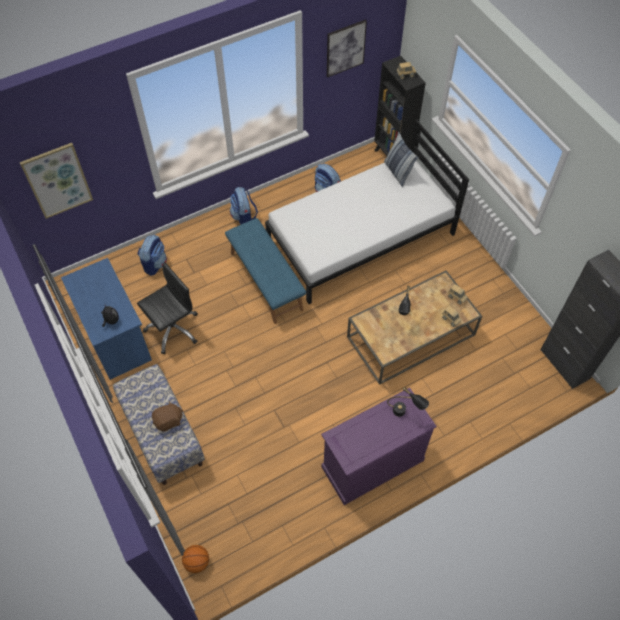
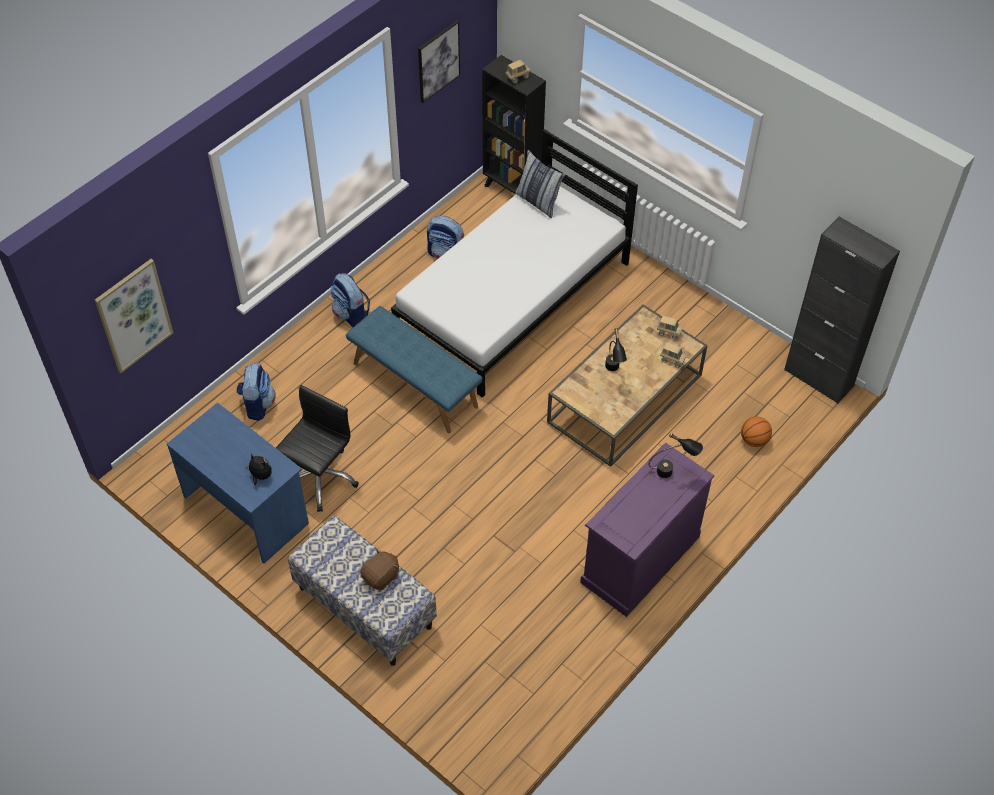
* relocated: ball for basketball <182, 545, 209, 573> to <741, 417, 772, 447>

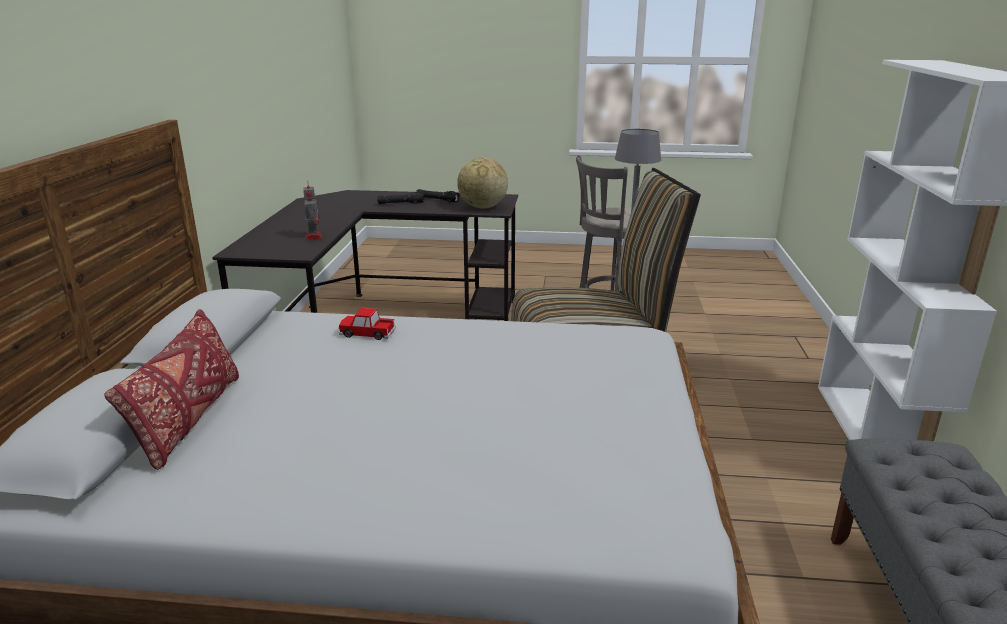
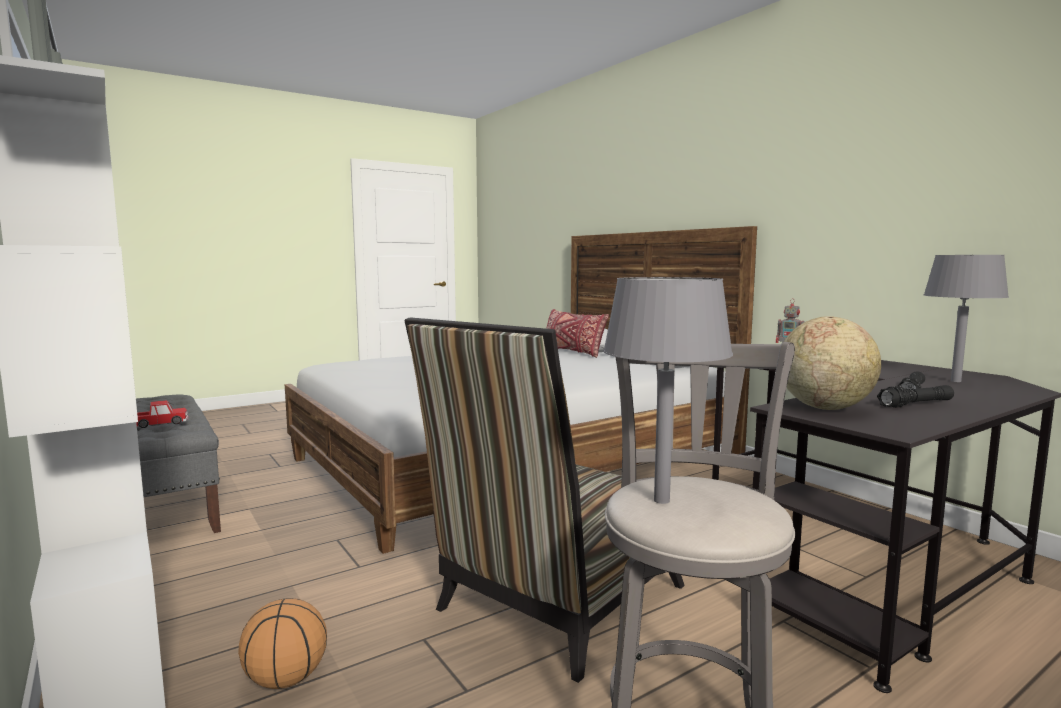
* appeared: ball for basketball <238, 598, 327, 689>
* appeared: gray table lamp <924, 255, 1009, 382>
* relocated: toy car <339, 308, 396, 340> to <136, 400, 188, 428>

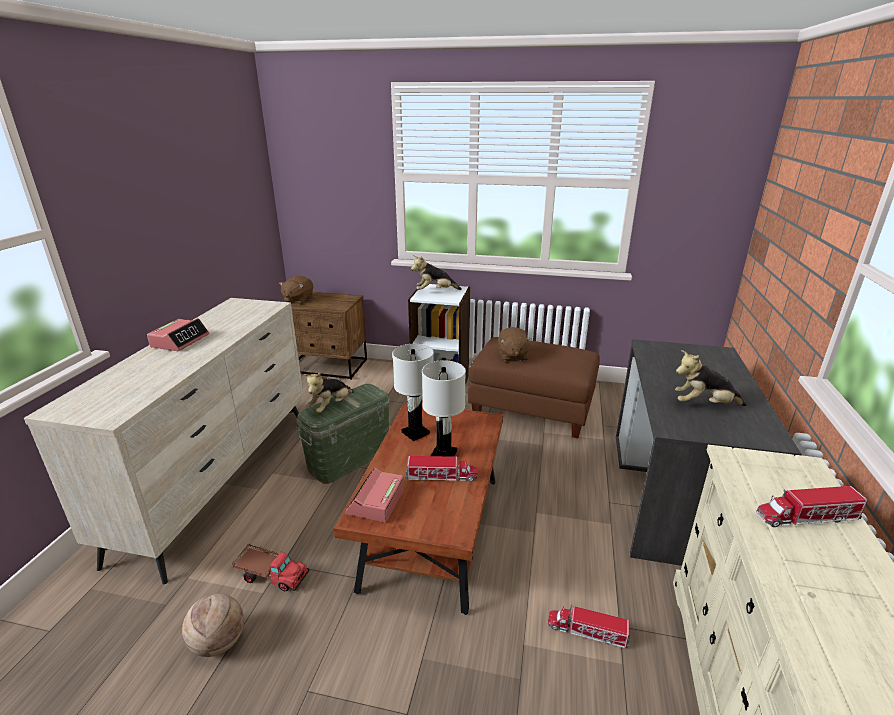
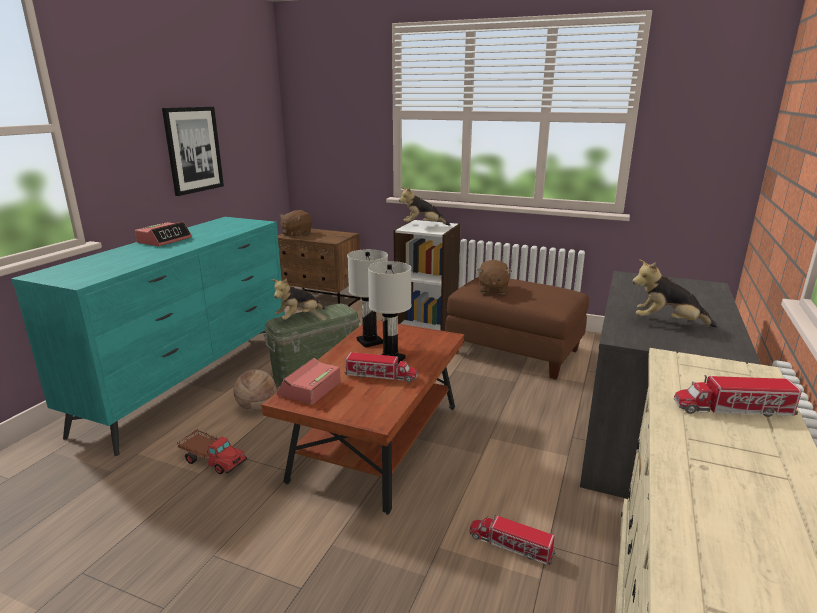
* appeared: picture <162, 107, 224, 196>
* relocated: ball for basketball <182, 594, 244, 657> to <233, 369, 276, 411>
* colour: beige-coloured dresser <24, 298, 304, 584> to turquoise-coloured dresser <11, 217, 285, 456>

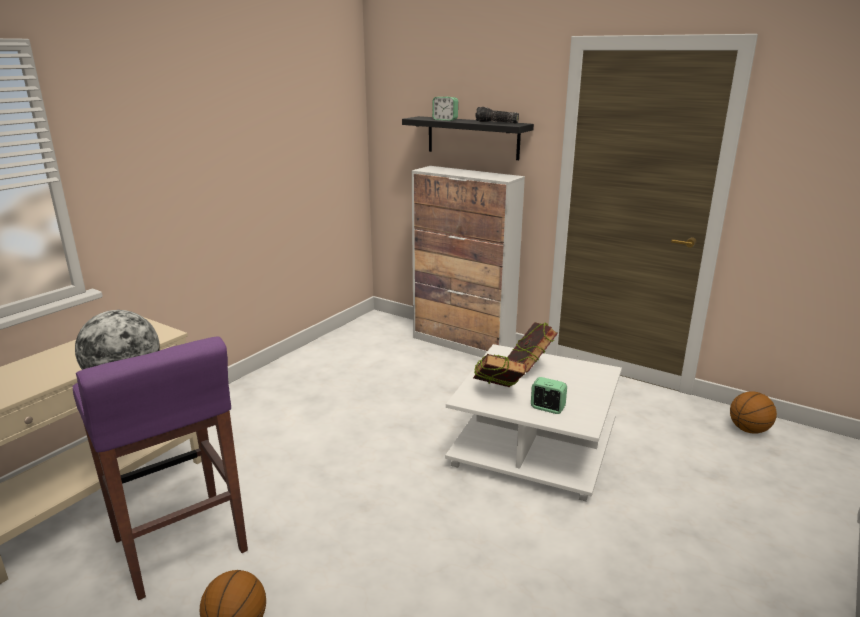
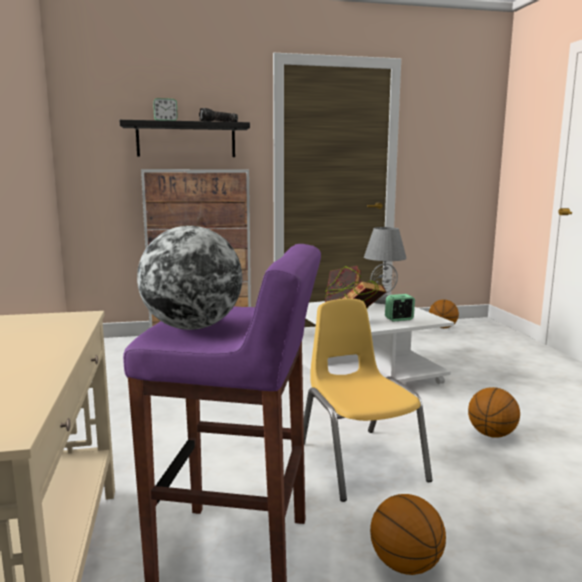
* appeared: yellowish chair <303, 299, 433, 502>
* appeared: gray table lamp <364, 227, 407, 304>
* appeared: ball for basketball <468, 387, 520, 438>

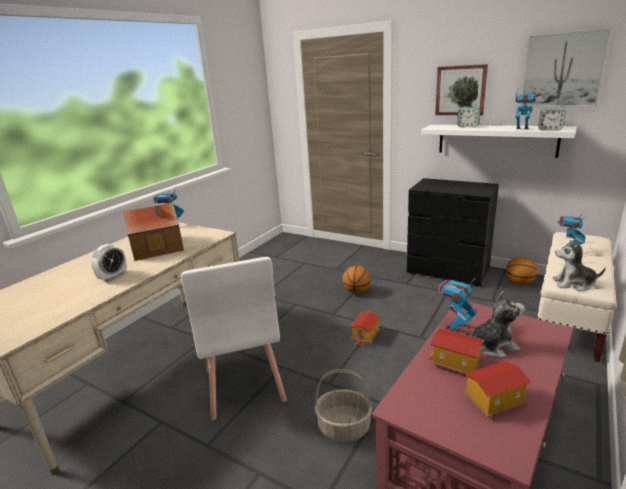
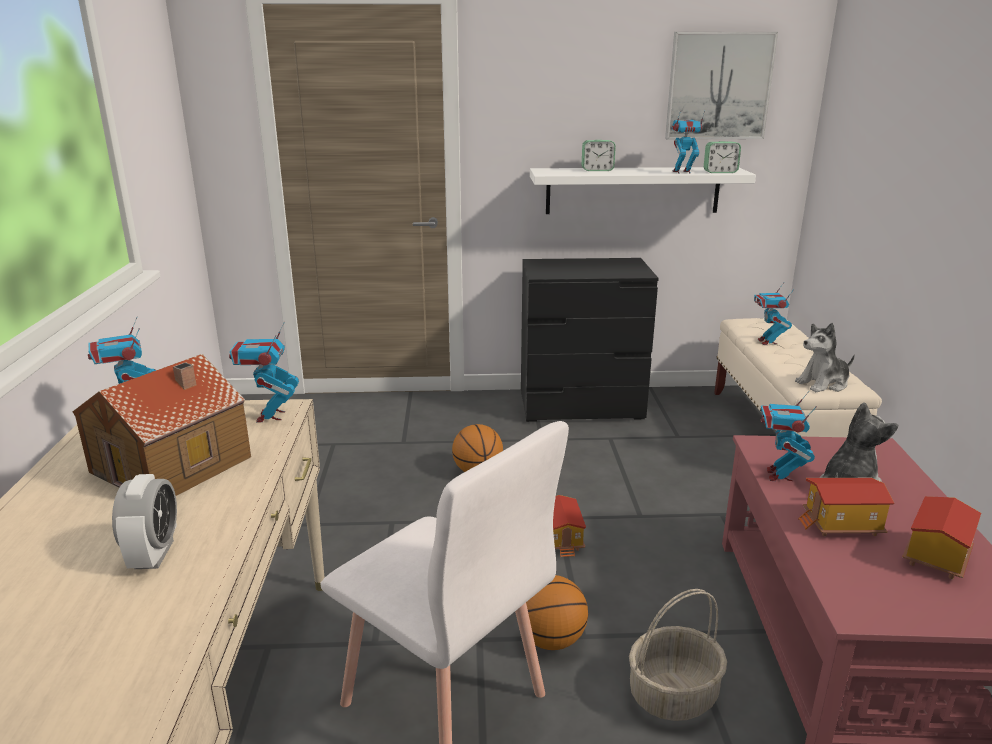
* missing: picture <435, 64, 488, 115>
* appeared: model robot <229, 322, 299, 422>
* relocated: ball for basketball <506, 257, 537, 285> to <517, 575, 588, 650>

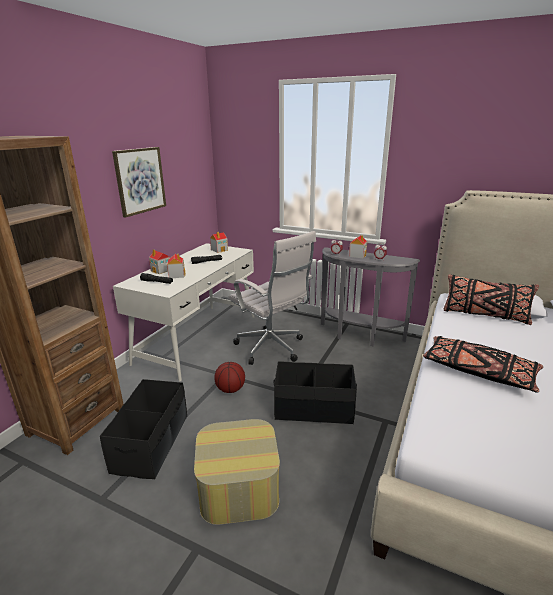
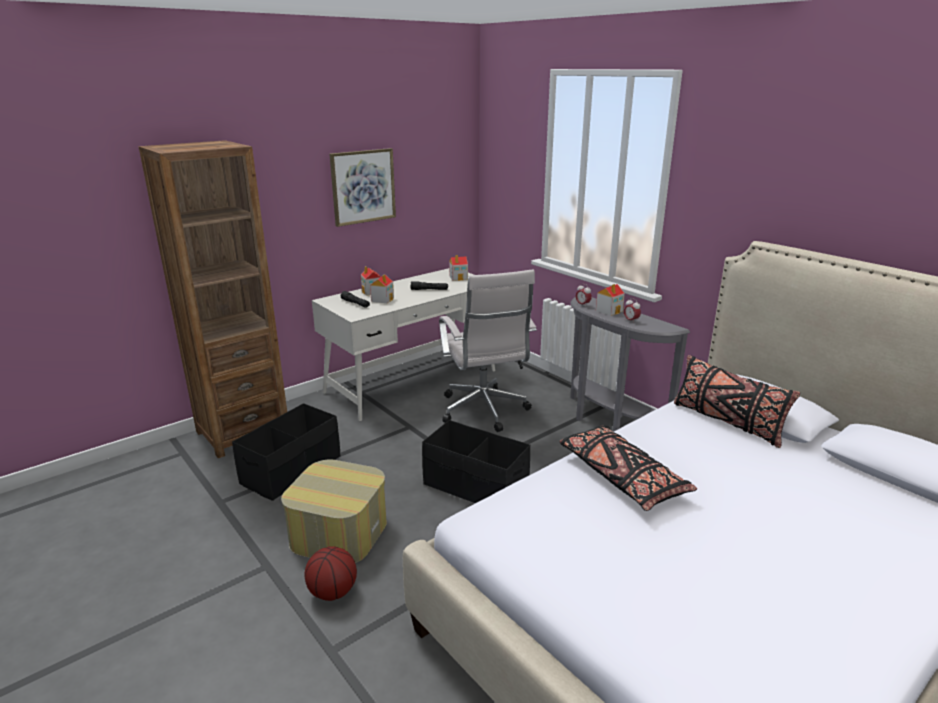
* relocated: ball for basketball <214, 362, 245, 393> to <304, 546, 357, 601>

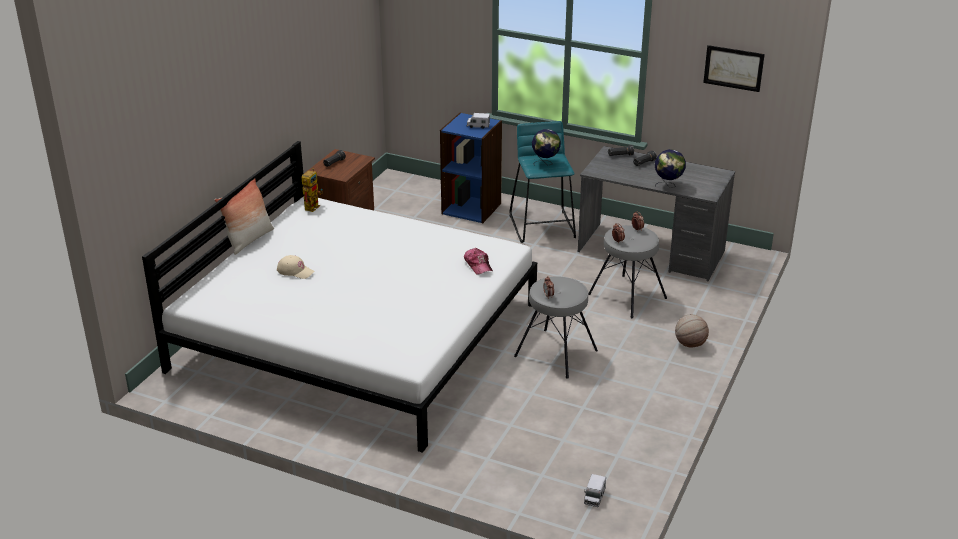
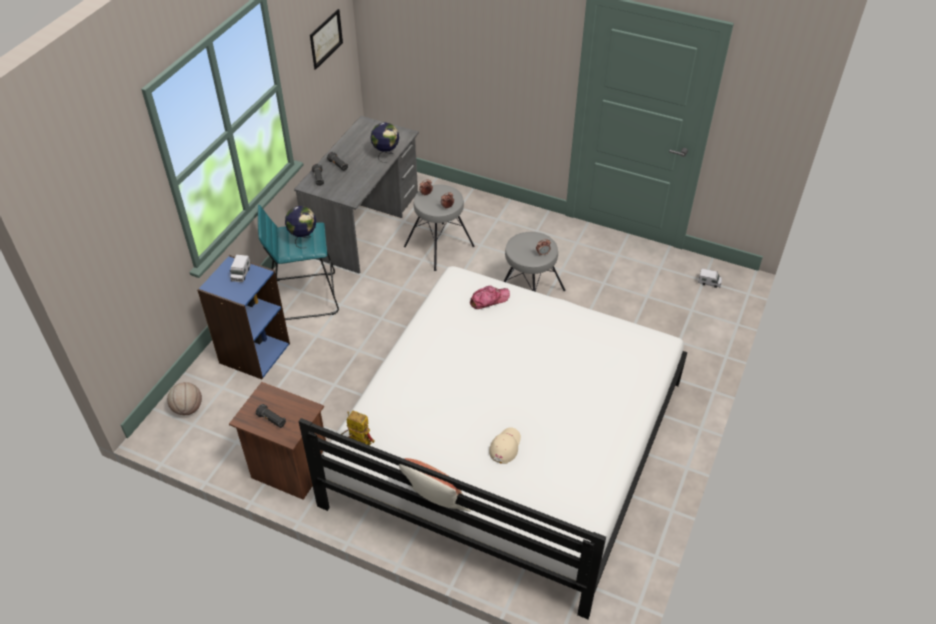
* relocated: ball for basketball <675, 314, 709, 348> to <167, 382, 202, 415>

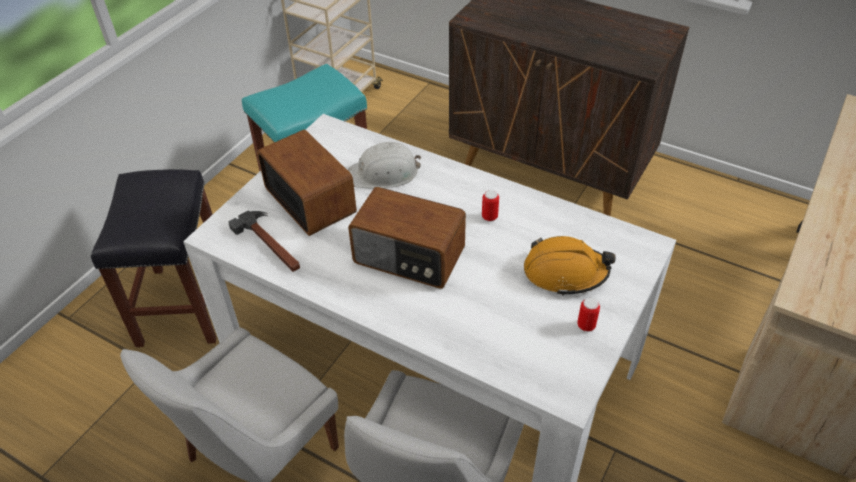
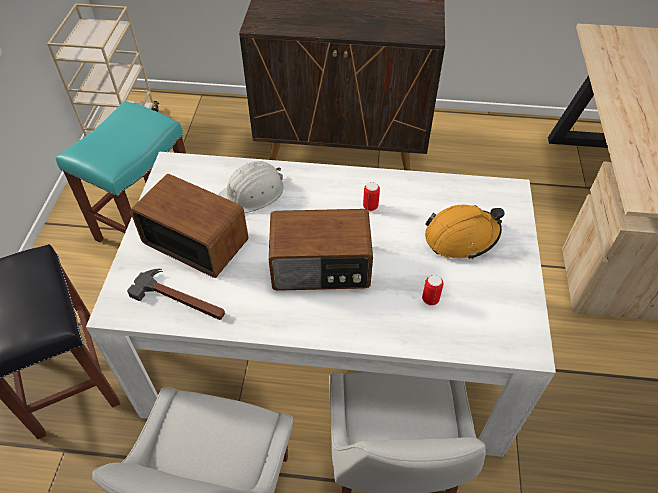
* relocated: can <577, 298, 600, 332> to <422, 275, 443, 305>

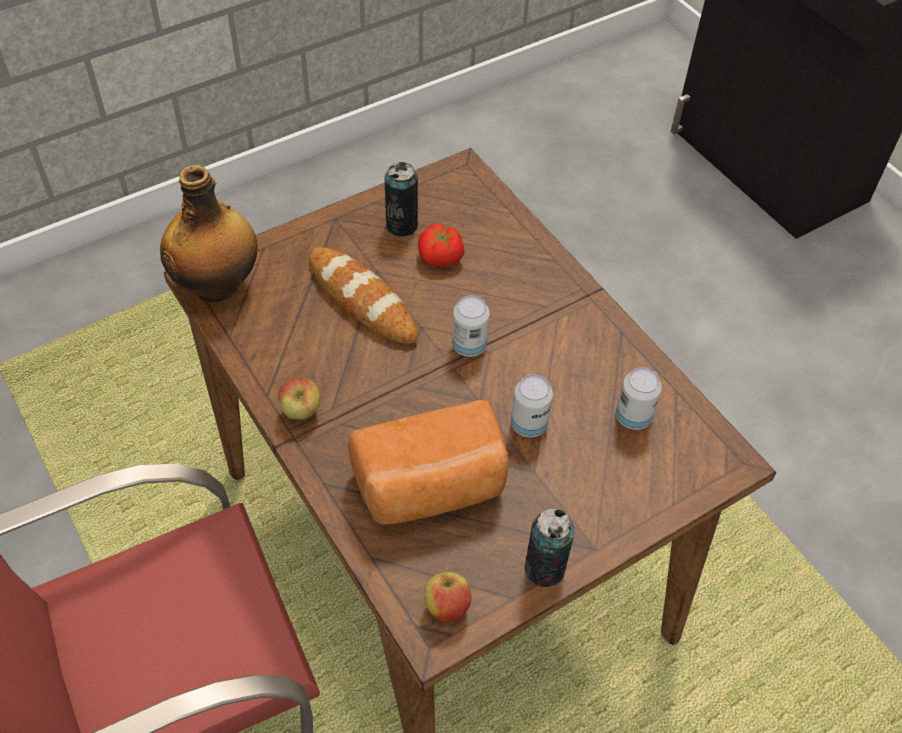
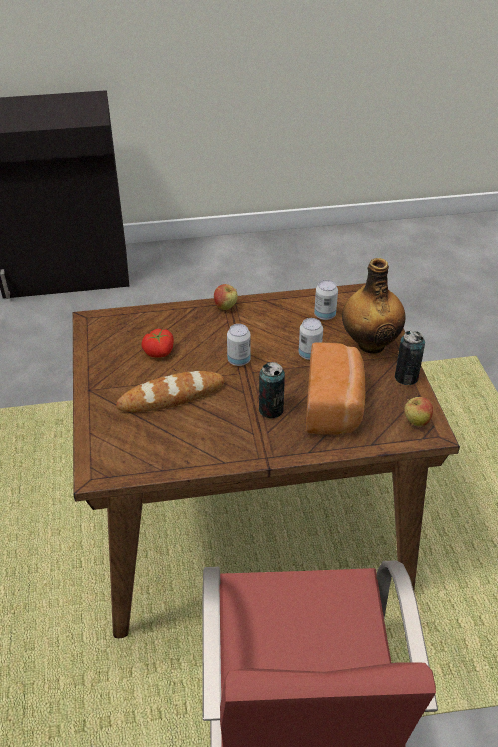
* relocated: bottle <160, 165, 257, 302> to <342, 258, 405, 354>
* relocated: apple fruit <278, 377, 320, 419> to <214, 284, 238, 310>
* relocated: can <384, 162, 418, 237> to <259, 362, 285, 418>

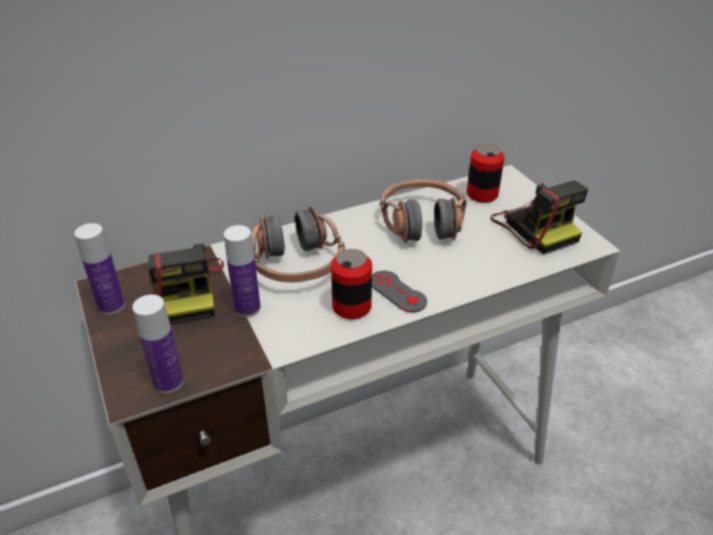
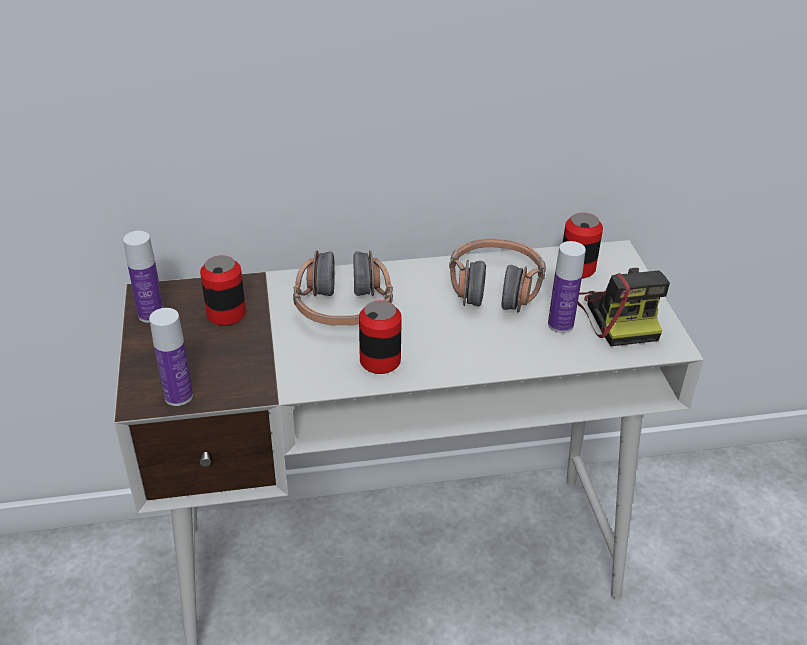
* missing: gray game controller <372, 271, 427, 312>
* relocated: bottle <224, 225, 261, 317> to <548, 241, 586, 333>
* exchanged: still camera <148, 243, 224, 324> to can <200, 255, 246, 326>

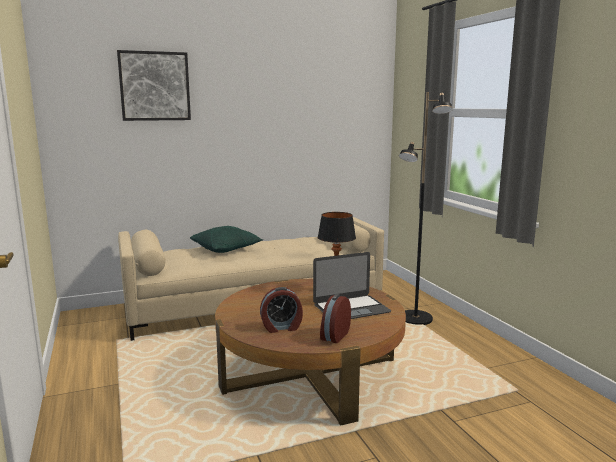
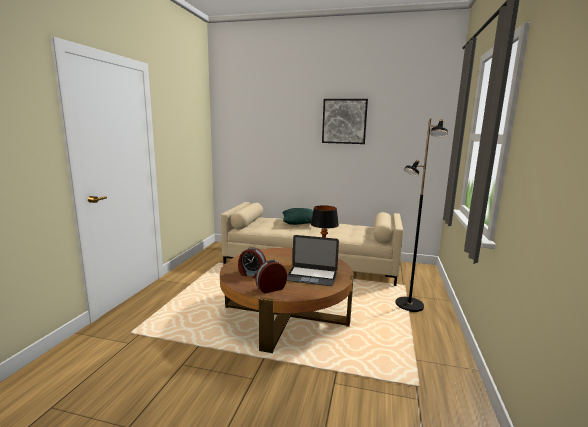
* relocated: picture <117, 50, 191, 121> to <322, 99, 368, 144>

